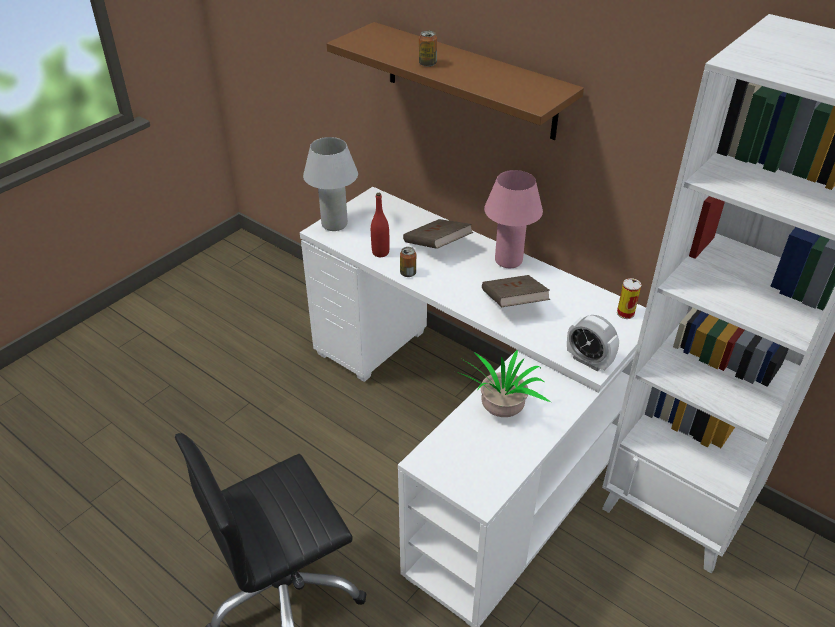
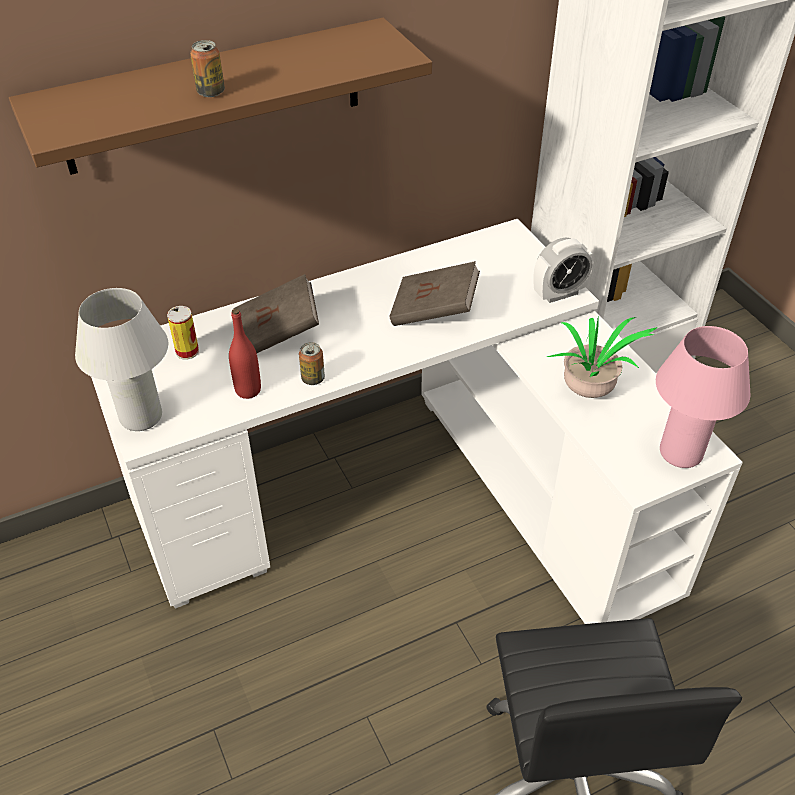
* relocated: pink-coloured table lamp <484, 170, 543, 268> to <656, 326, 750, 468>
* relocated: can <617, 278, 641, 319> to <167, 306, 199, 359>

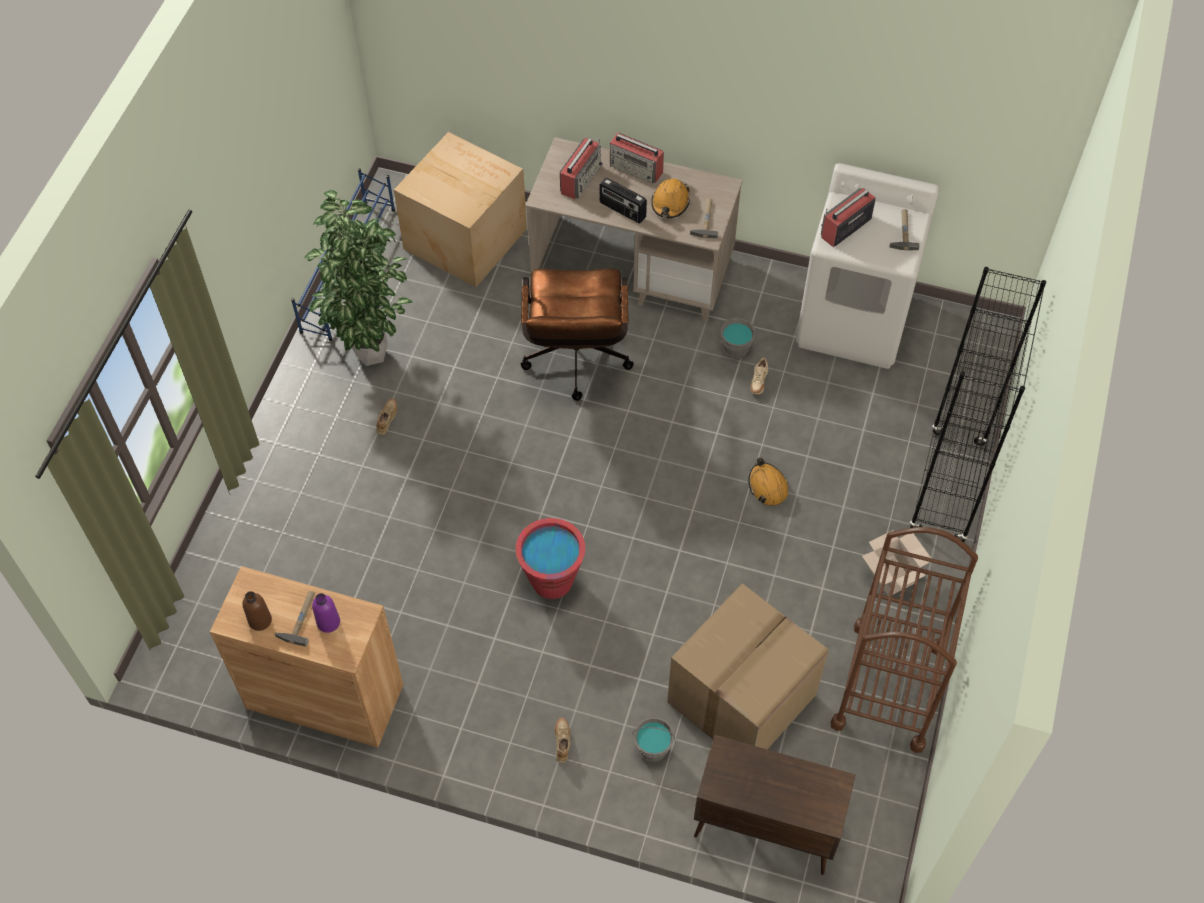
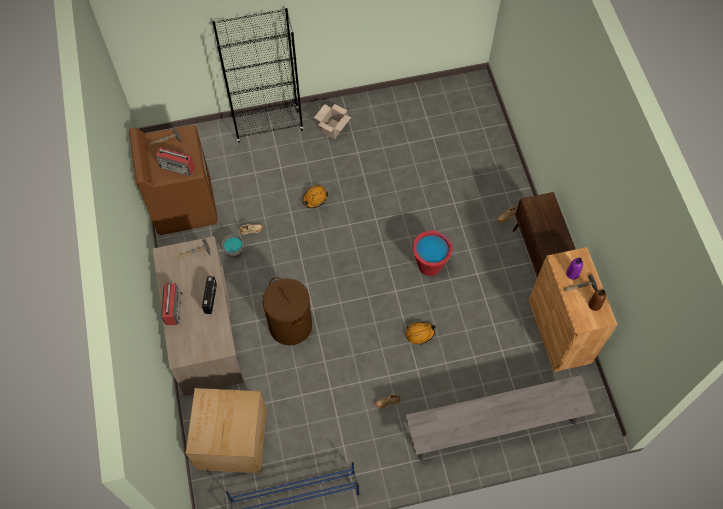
* missing: plant in a pot <304, 190, 413, 366>
* missing: radio <560, 138, 603, 199>
* missing: gray pail <633, 717, 675, 762>
* missing: carton <667, 583, 829, 750>
* missing: brown-coloured trolley <831, 527, 978, 753>
* appeared: gray long seat <406, 375, 595, 461>
* relocated: orange work helmet <651, 178, 690, 218> to <405, 322, 436, 345>
* relocated: brown-coloured cupboard <694, 735, 856, 875> to <513, 192, 576, 278>
* exchanged: brown-coloured computer chair <520, 269, 634, 401> to brown-coloured washing basket <262, 277, 312, 345>
* colour: whitish laundry machine <796, 163, 940, 369> to brown-coloured laundry machine <129, 125, 218, 235>

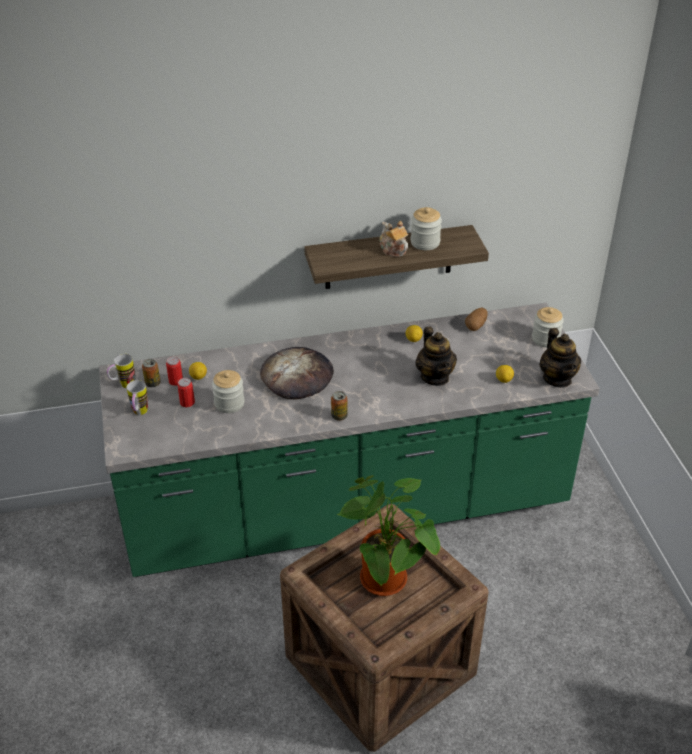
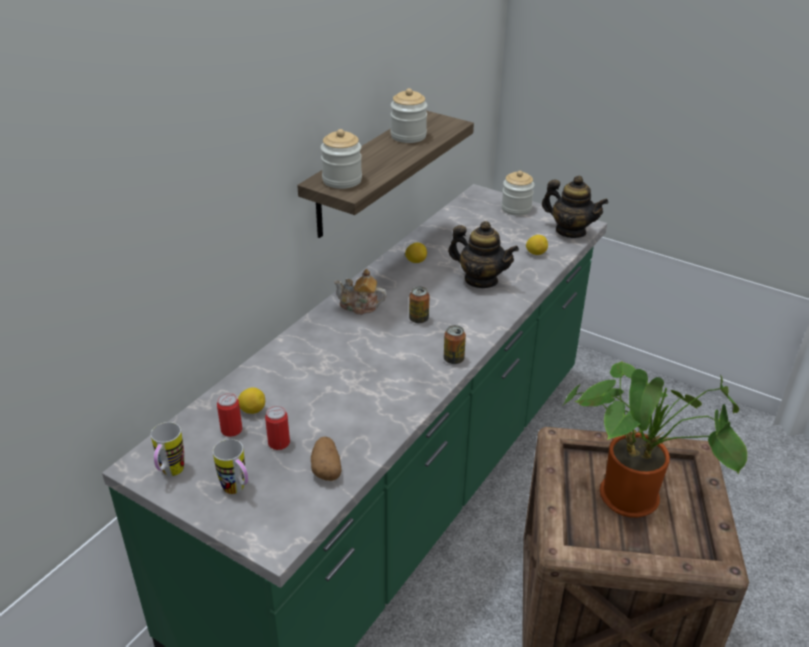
* missing: bread <260, 347, 334, 399>
* relocated: can <142, 359, 161, 387> to <409, 287, 430, 323>
* relocated: storage jar <212, 370, 245, 413> to <321, 129, 362, 189>
* relocated: teapot <379, 221, 408, 257> to <334, 269, 387, 315>
* relocated: whole potato <465, 307, 488, 331> to <311, 436, 342, 481>

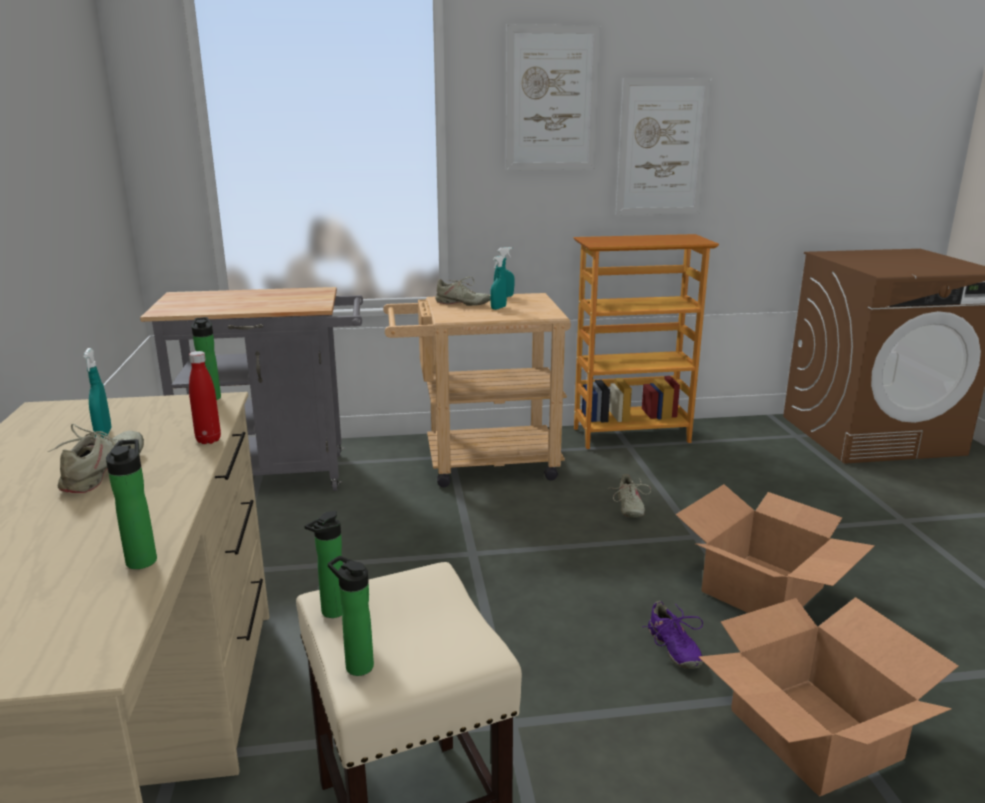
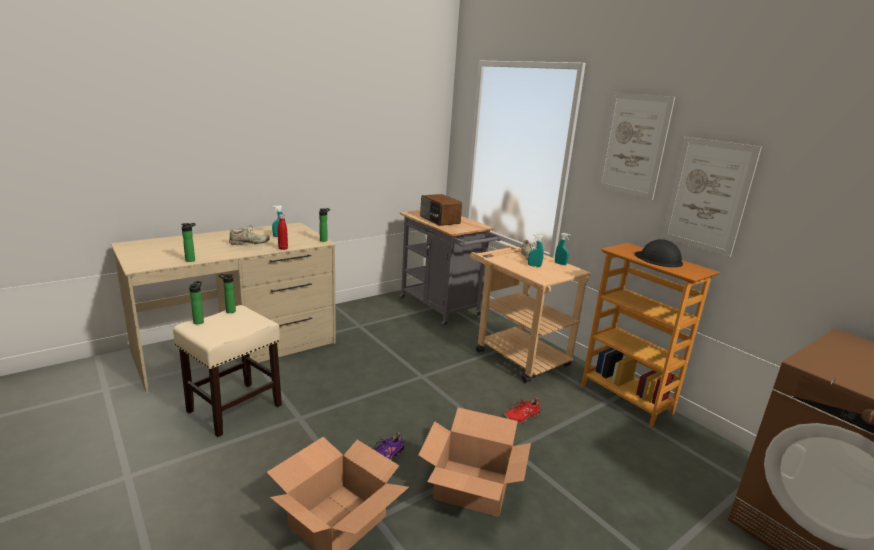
* appeared: radio <420, 194, 462, 226>
* appeared: blackish work helmet <635, 239, 683, 267>
* colour: beige-coloured item of footwear <613, 474, 651, 518> to reddish item of footwear <504, 398, 540, 423>

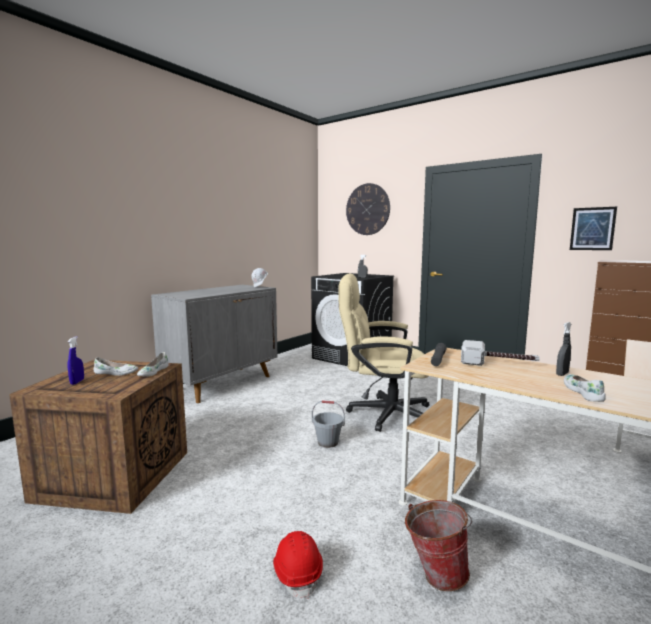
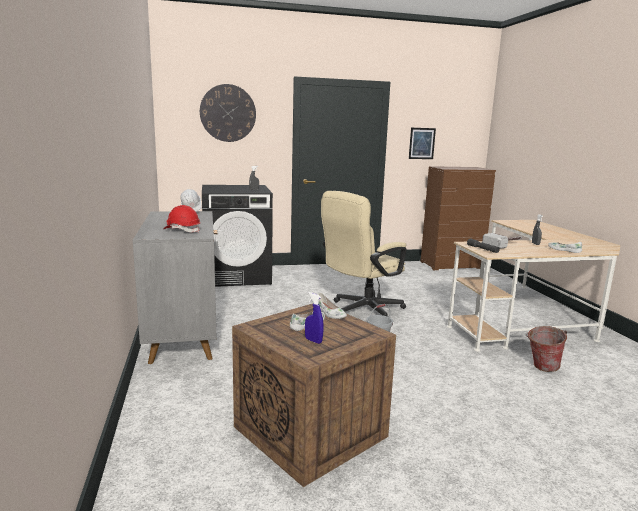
* relocated: reddish work helmet <273, 531, 323, 599> to <163, 205, 201, 232>

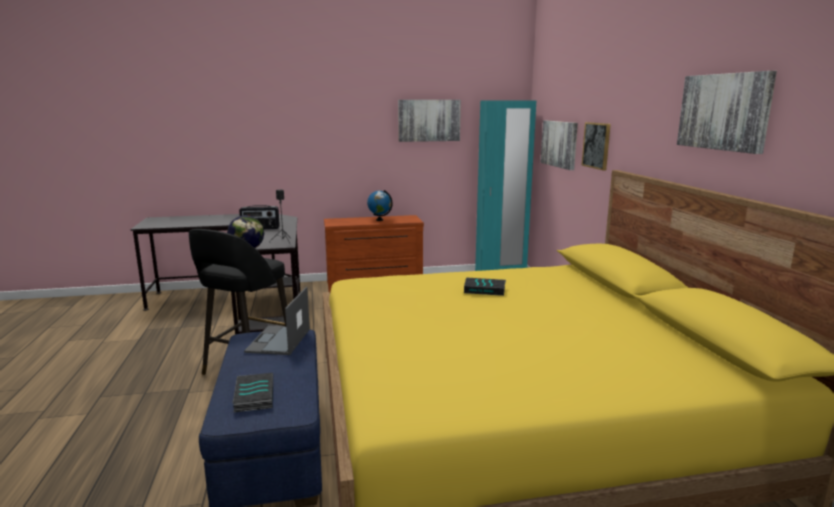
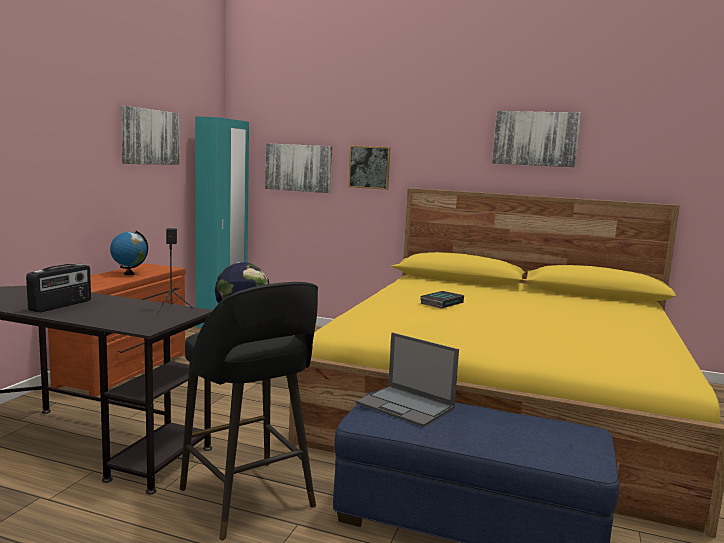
* missing: bound book <232, 373, 273, 412>

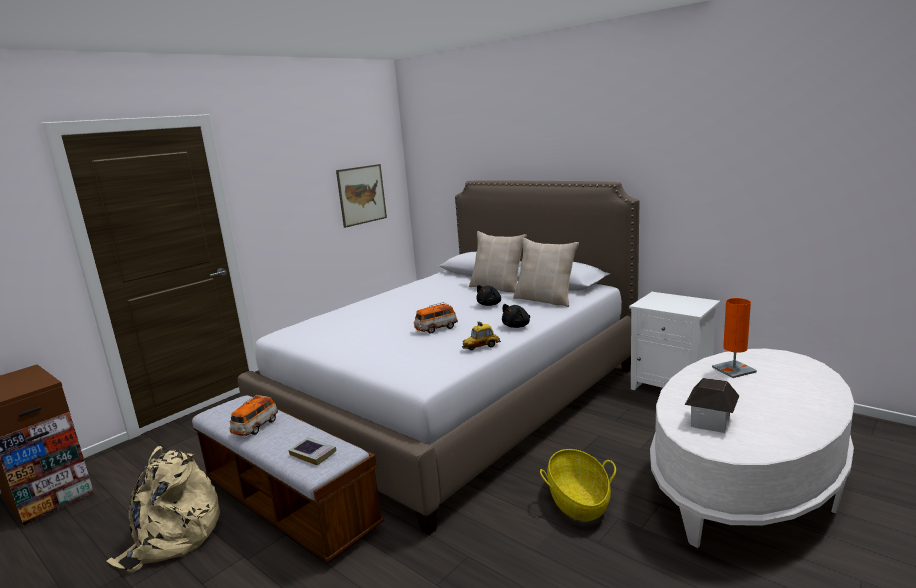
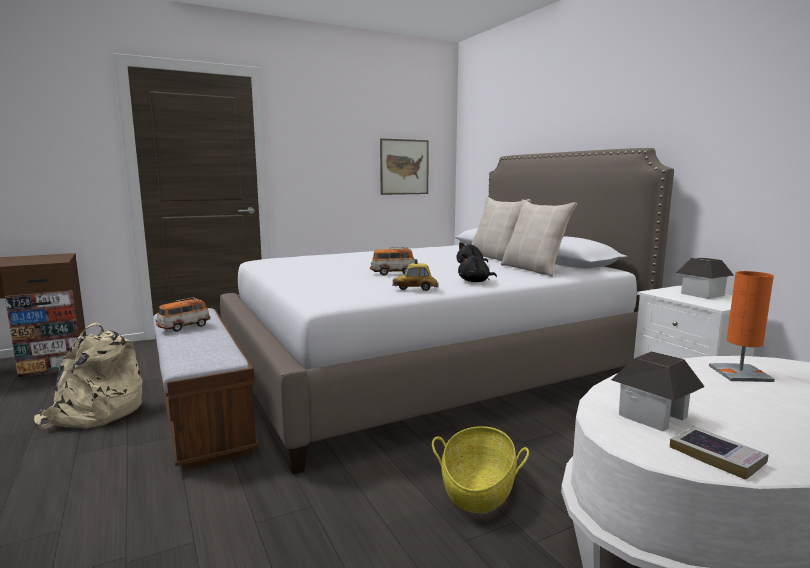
* appeared: toy house <676, 258, 734, 299>
* relocated: bound book <288, 437, 337, 466> to <670, 426, 769, 480>

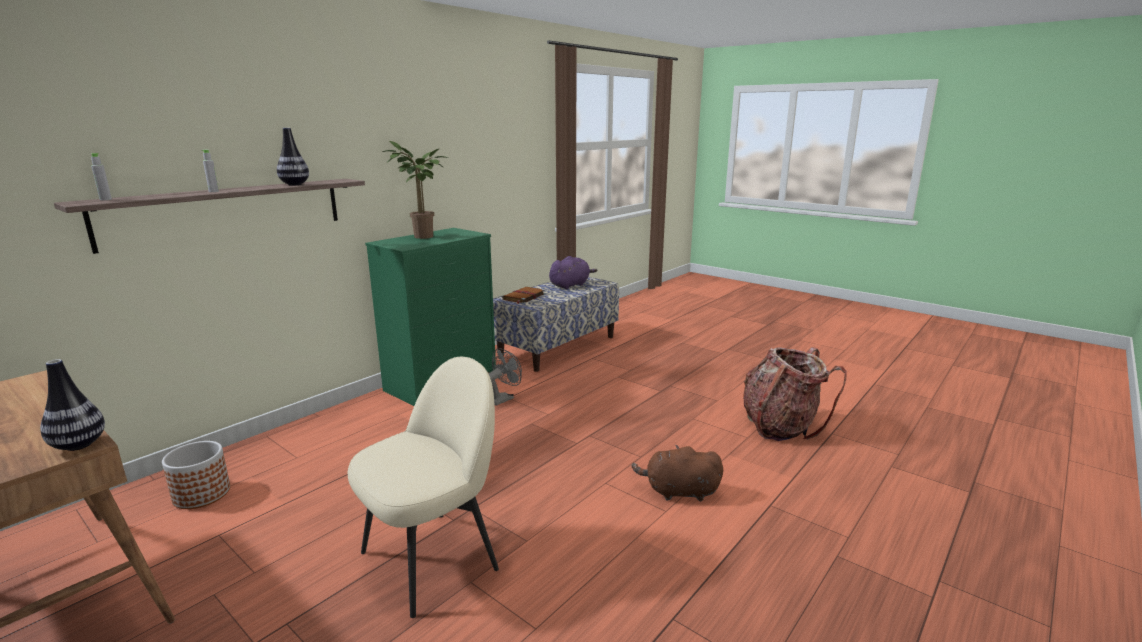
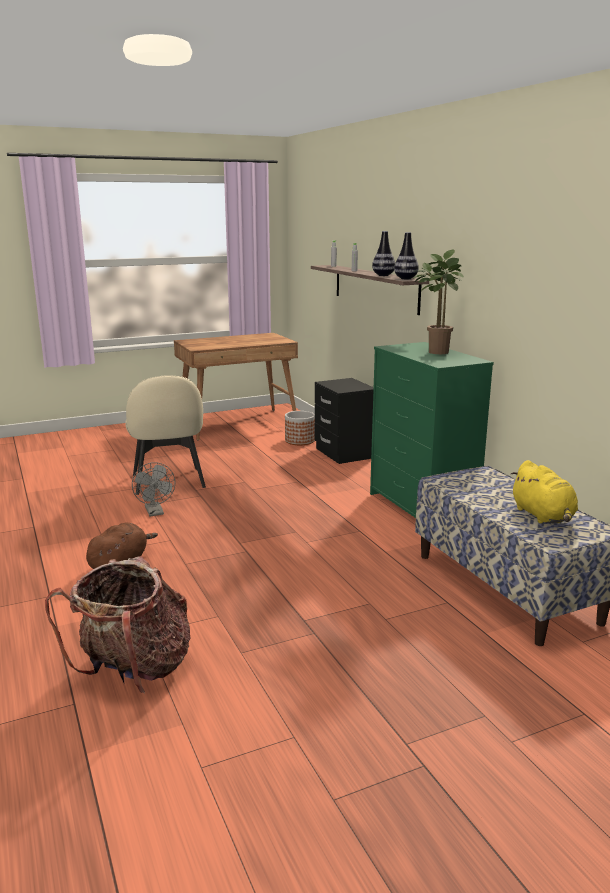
* missing: brown-coloured bound book <502, 287, 545, 304>
* appeared: blackish bedside table <315, 378, 374, 464>
* relocated: decorative vase <40, 359, 105, 451> to <394, 232, 419, 279>
* relocated: gray fan <489, 348, 522, 406> to <132, 462, 175, 516>
* colour: purple soft toy <549, 256, 598, 289> to yellowish soft toy <510, 460, 578, 524>

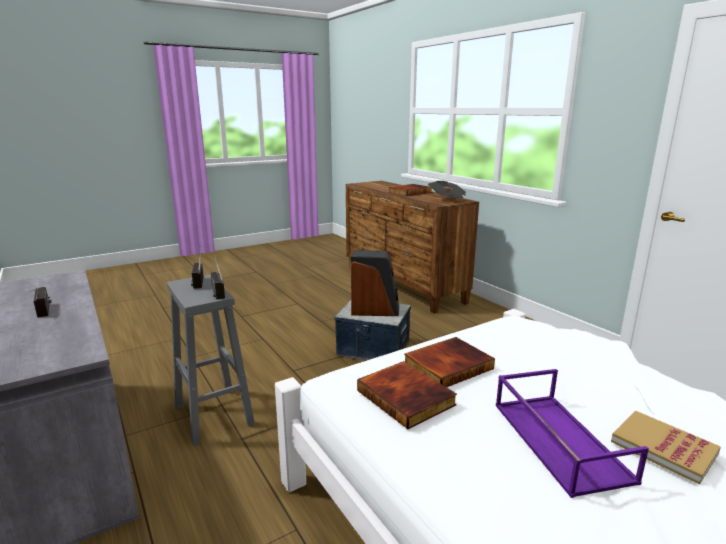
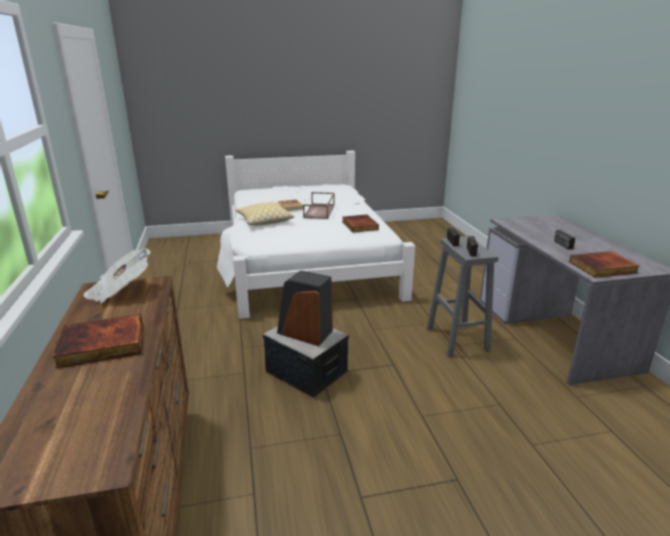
* appeared: cushion <236, 202, 294, 226>
* relocated: bound book <404, 337, 495, 387> to <569, 251, 640, 278>
* colour: purple tray <496, 369, 649, 498> to brown-coloured tray <303, 192, 334, 219>

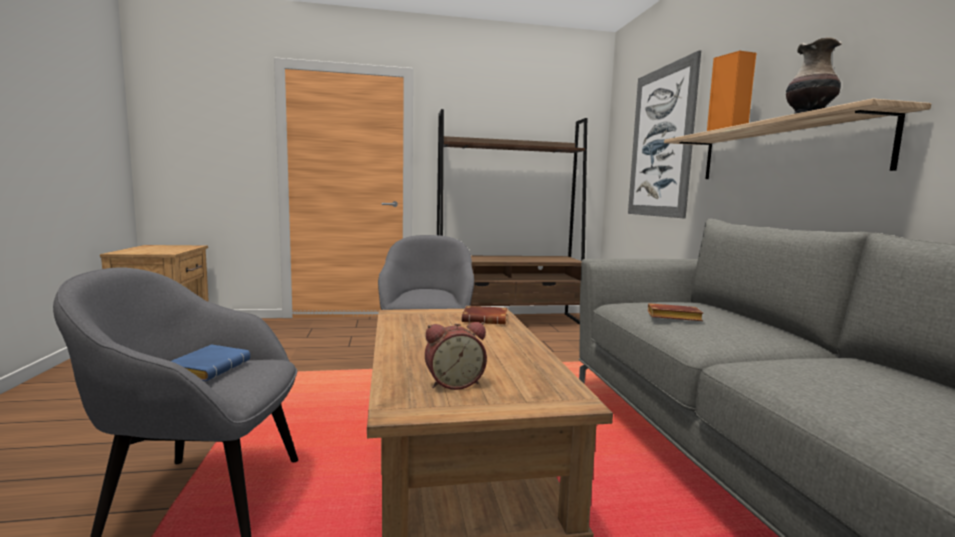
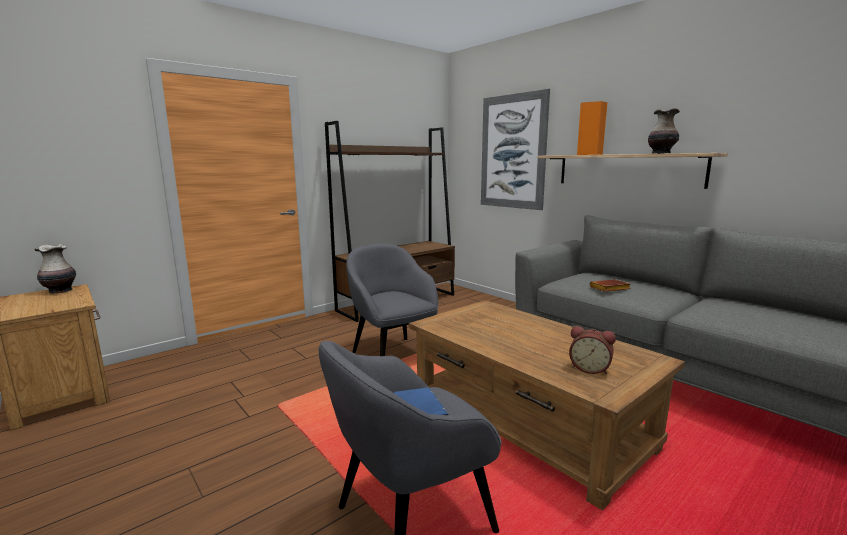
* missing: brown-coloured bound book <462, 306, 507, 324>
* appeared: decorative vase <35, 244, 76, 294>
* spun: table clock <425, 322, 487, 390> = <569, 326, 616, 374> 75 degrees clockwise

